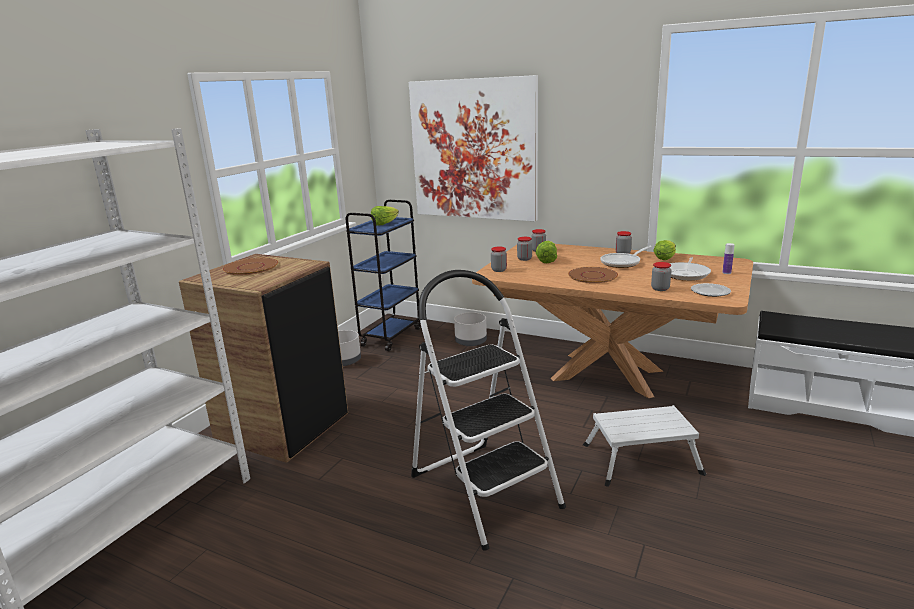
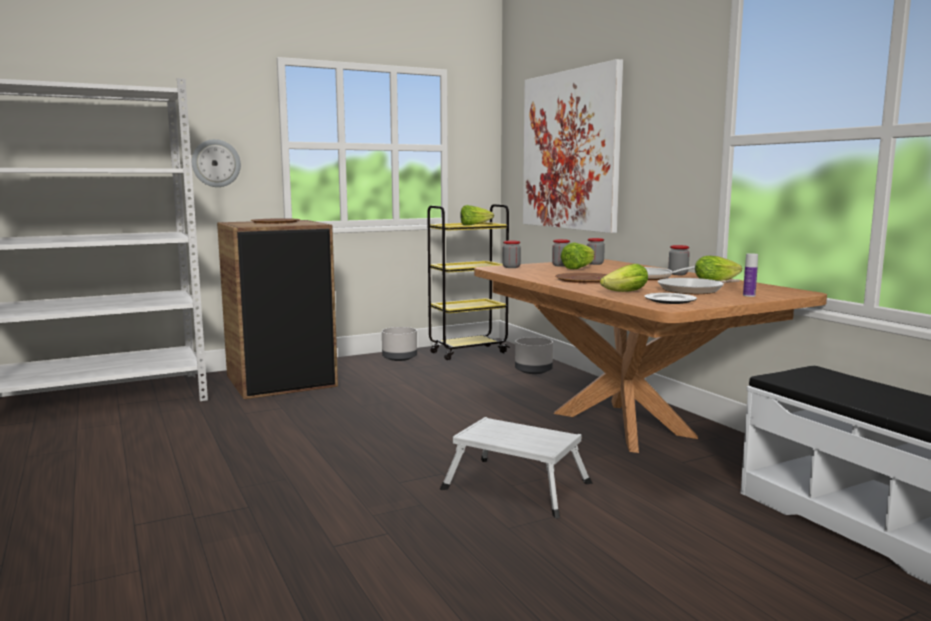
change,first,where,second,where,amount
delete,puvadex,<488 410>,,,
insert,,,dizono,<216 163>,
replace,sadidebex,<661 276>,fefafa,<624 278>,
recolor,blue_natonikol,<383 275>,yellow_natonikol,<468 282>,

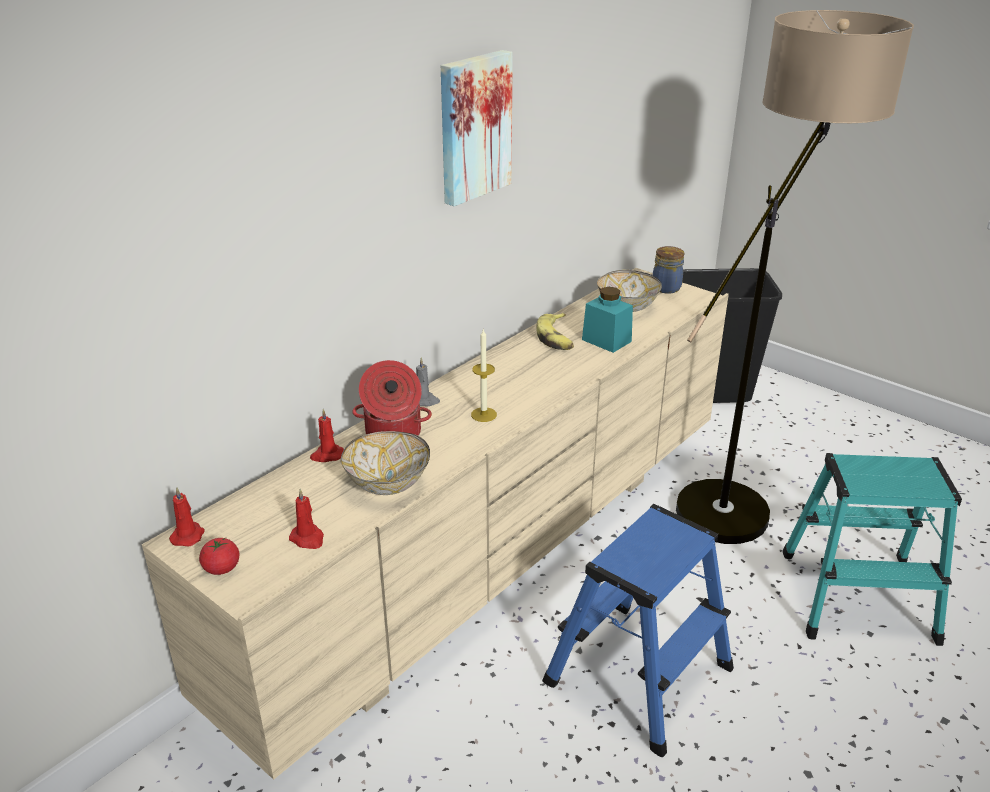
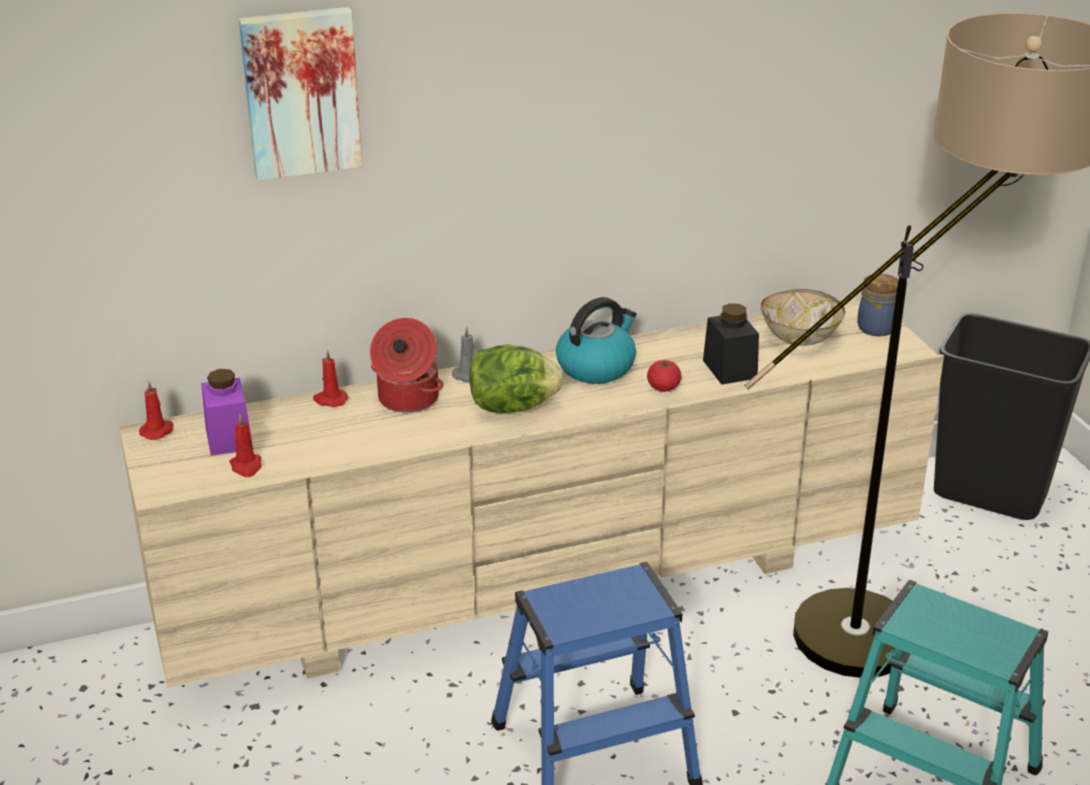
change,first,where,second,where,amount
delete,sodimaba,<385 463>,,,
delete,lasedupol,<555 331>,,,
insert,,,purple_sadidebex,<227 412>,
insert,,,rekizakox,<596 340>,
move,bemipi,<219 556>,,<664 376>,
move,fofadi,<477 128>,,<300 94>,
replace,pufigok,<484 375>,fefafa,<516 378>,
recolor,turquoise_sadidebex,<607 320>,black_sadidebex,<731 344>,

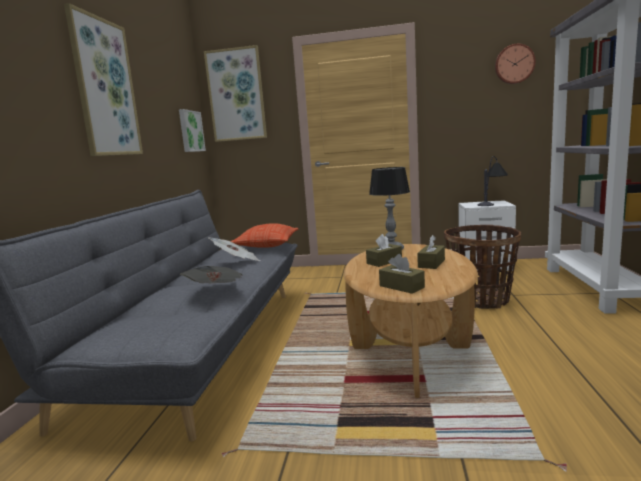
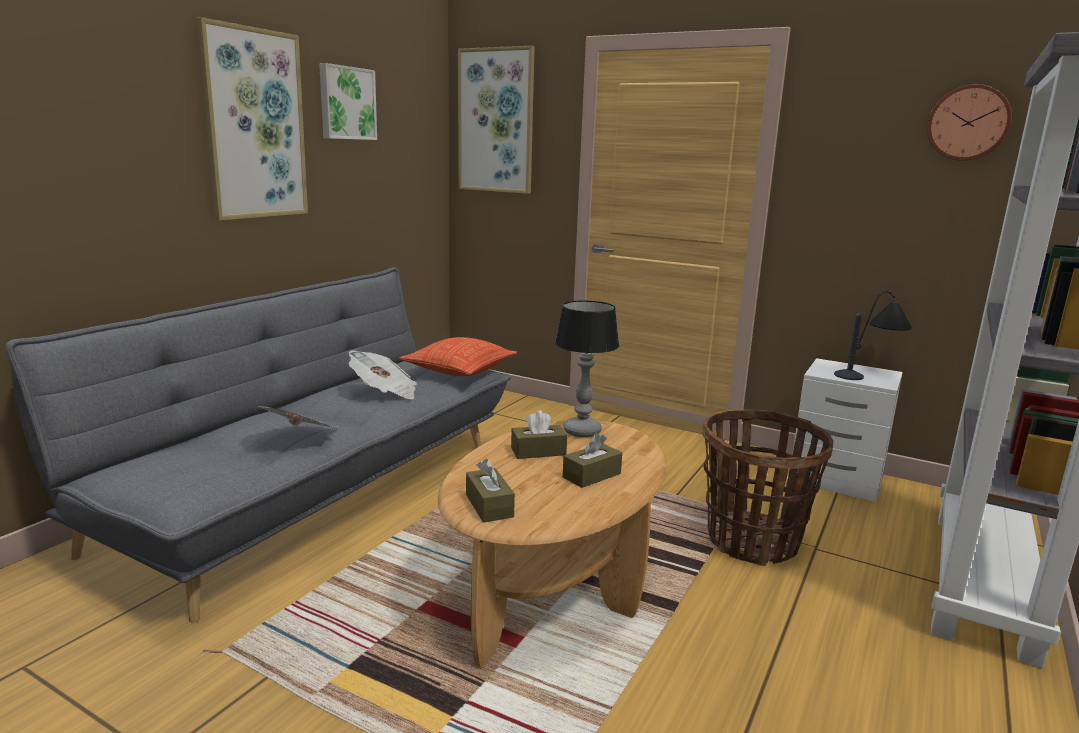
change,first,where,second,where,amount
move,fofadi,<192 130>,,<348 101>,

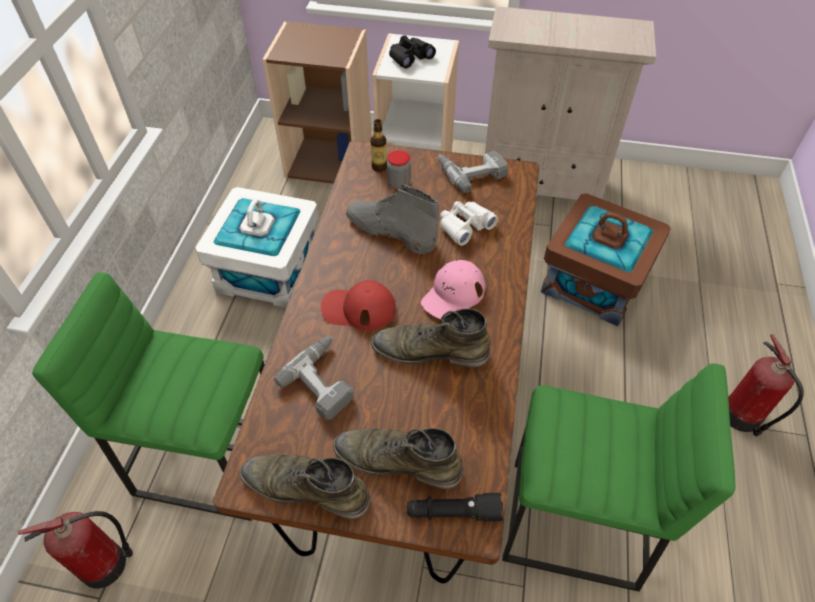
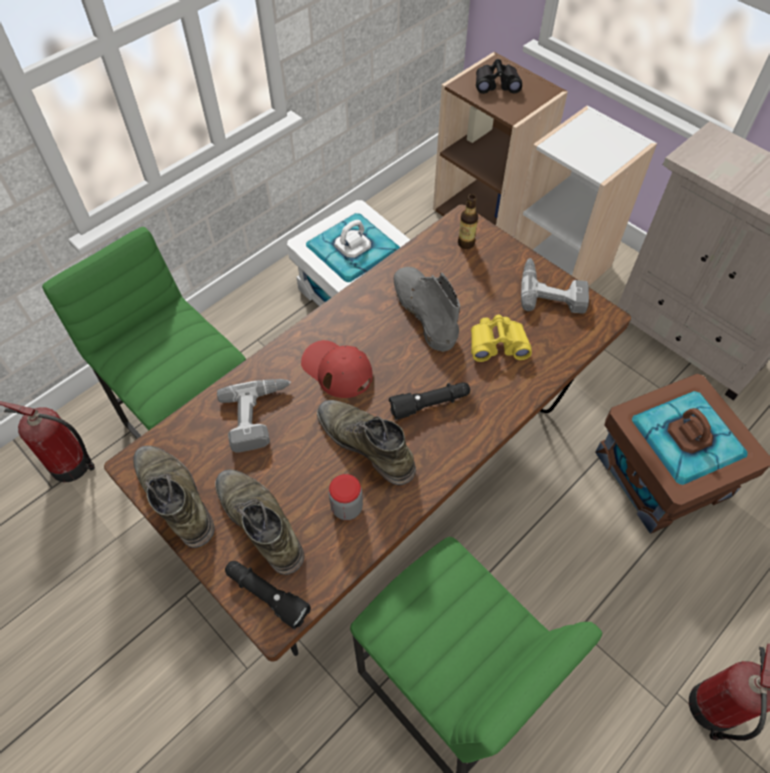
change,first,where,second,where,amount
move,sadidebex,<399 169>,,<346 497>,
move,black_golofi,<412 52>,,<499 76>,
replace,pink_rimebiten,<453 289>,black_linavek,<429 401>,
recolor,white_golofi,<469 223>,yellow_golofi,<501 338>,

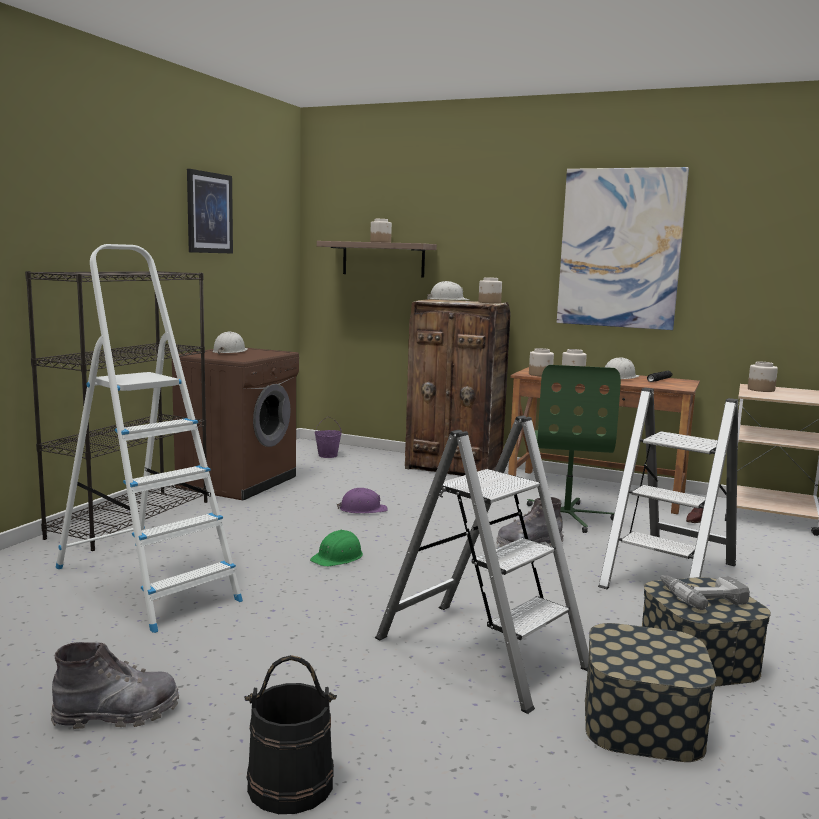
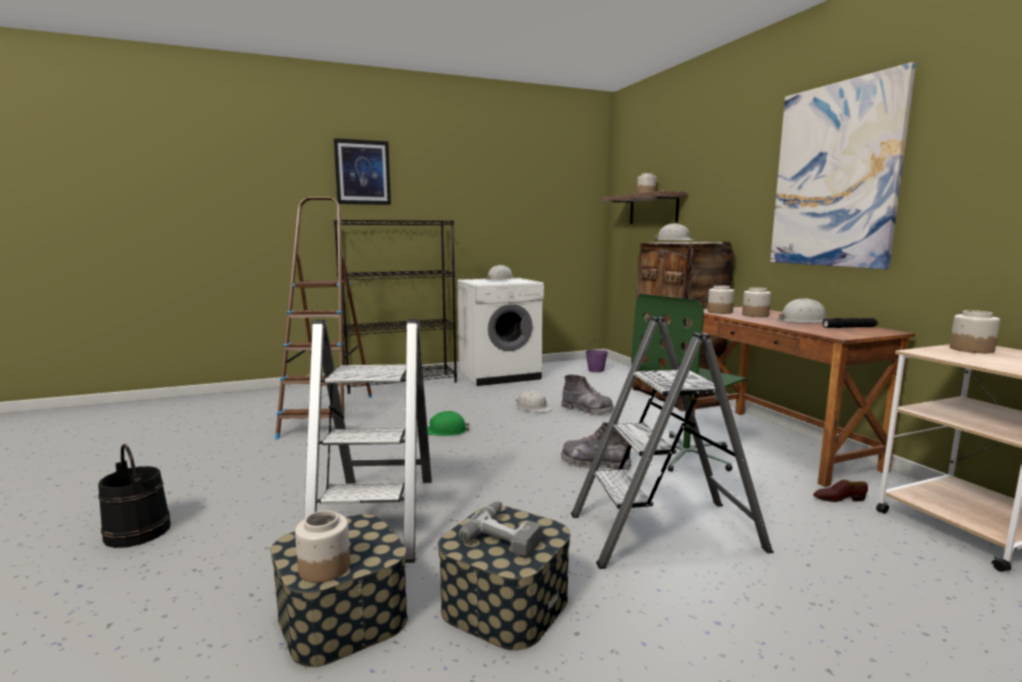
change,first,where,second,where,amount
move,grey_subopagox,<115 685>,,<587 395>,
move,fofadi,<210 211>,,<362 171>,
move,sadidebex,<490 290>,,<323 546>,
recolor,white_puvadex,<149 438>,brown_puvadex,<323 317>,
recolor,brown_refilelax,<235 424>,white_refilelax,<500 332>,
recolor,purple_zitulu,<362 500>,white_zitulu,<534 401>,

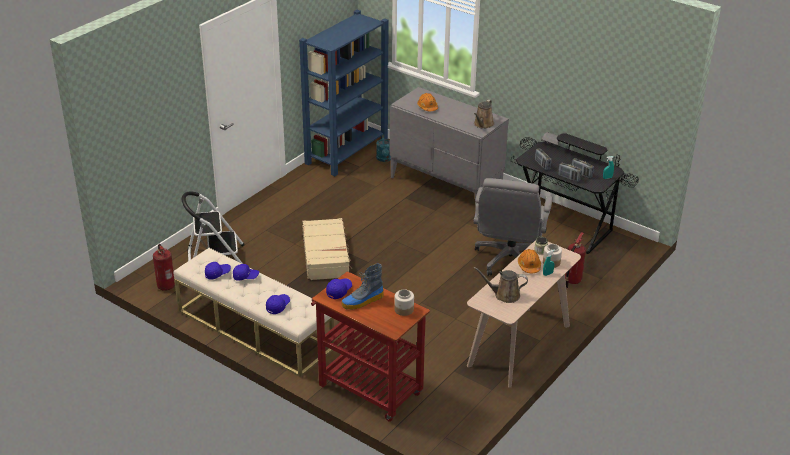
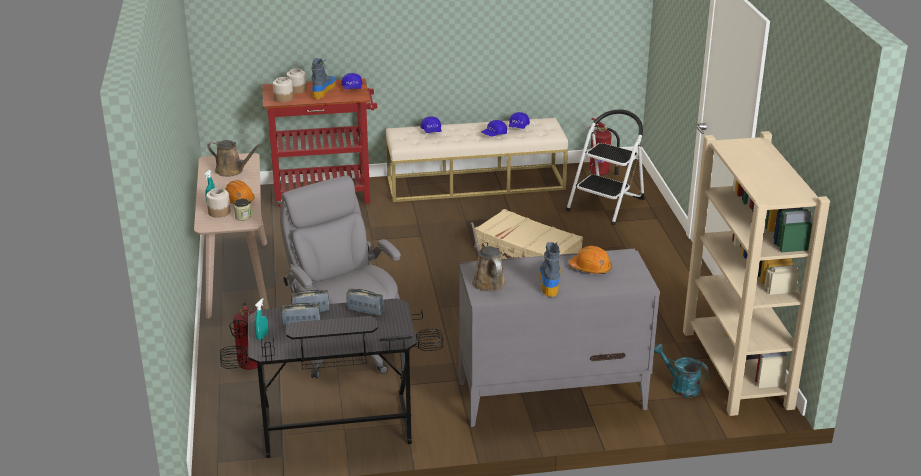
change,first,where,second,where,amount
insert,,,sadidebex,<297 81>,
insert,,,subopagox,<550 269>,
recolor,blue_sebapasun,<344 93>,beige_sebapasun,<756 273>,
rotate,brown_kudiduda,<501 285>,,<234 158>,60 degrees clockwise

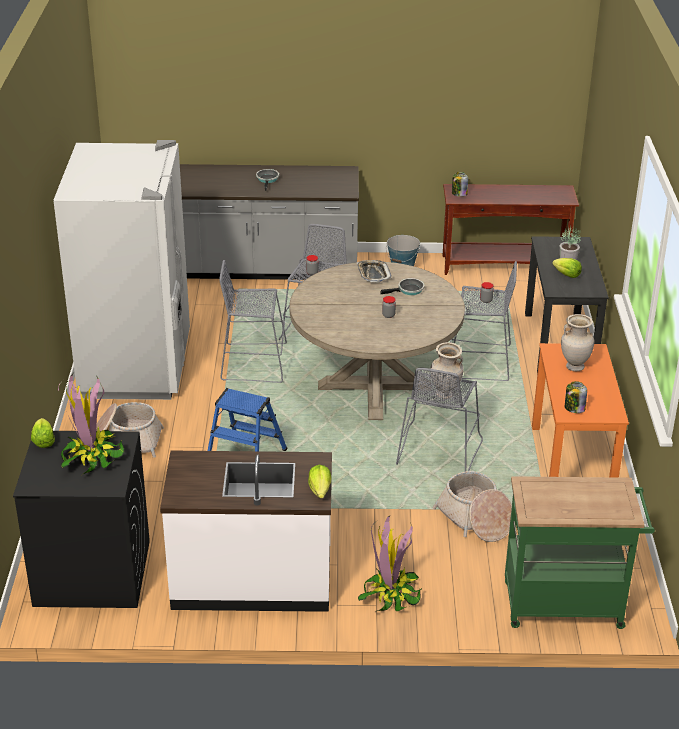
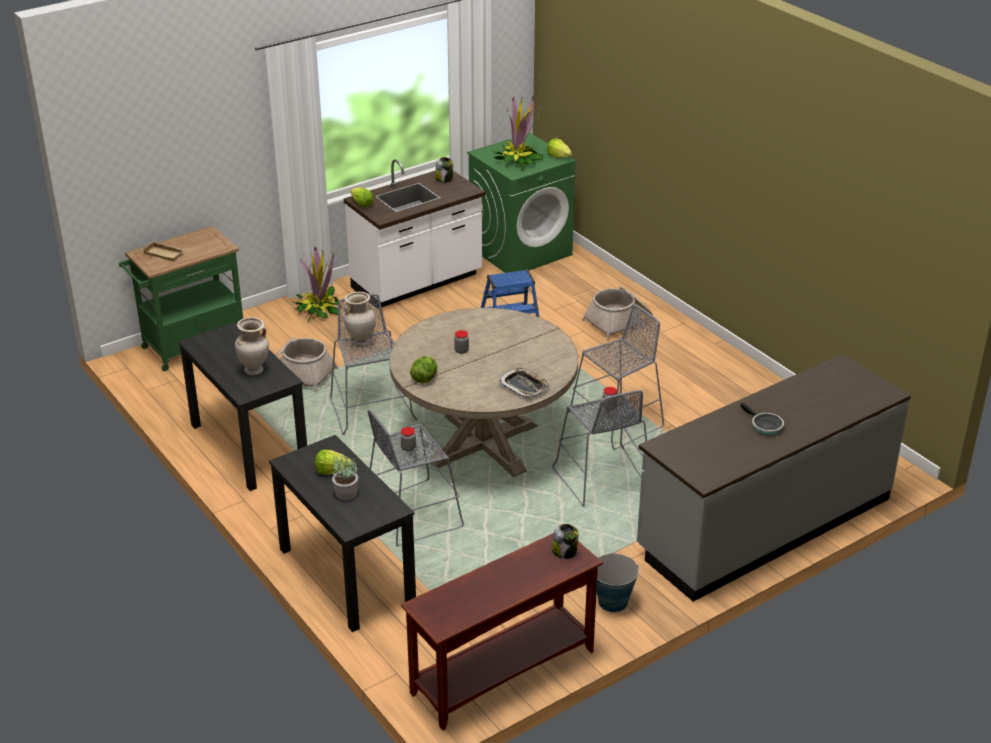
change,first,where,second,where,amount
delete,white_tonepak,<121 270>,,,
delete,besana,<402 286>,,,
insert,,,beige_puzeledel,<162 251>,
insert,,,fefafa,<423 370>,
move,sadidebex,<576 397>,,<444 170>,
recolor,black_refilelax,<81 519>,green_refilelax,<521 203>,
recolor,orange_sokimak,<580 410>,black_sokimak,<242 406>,

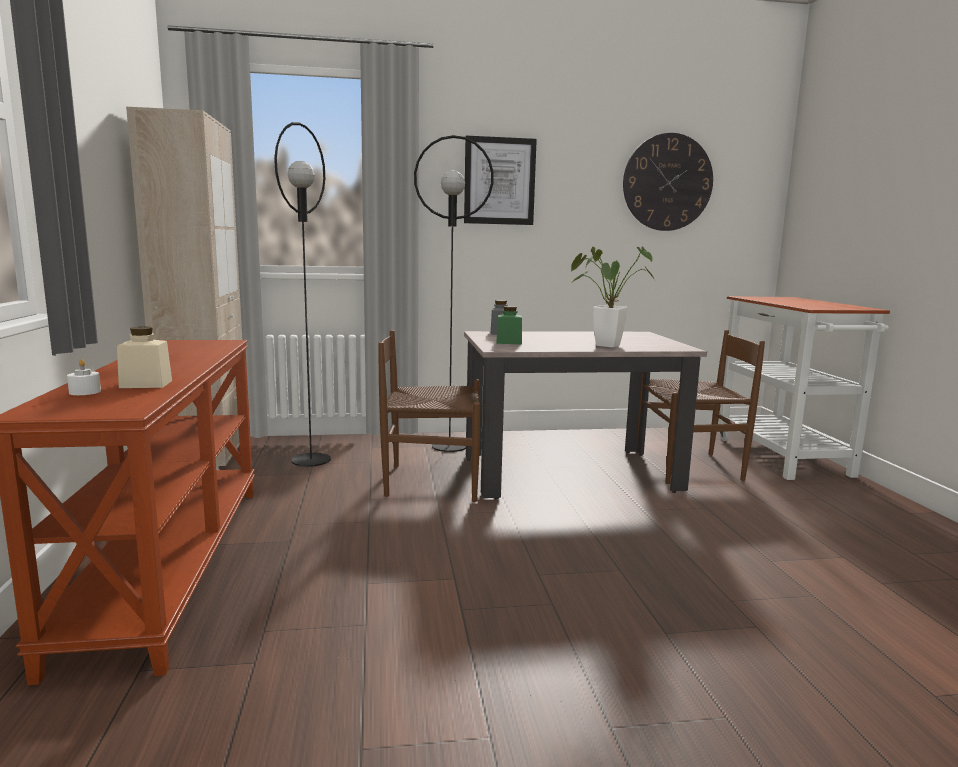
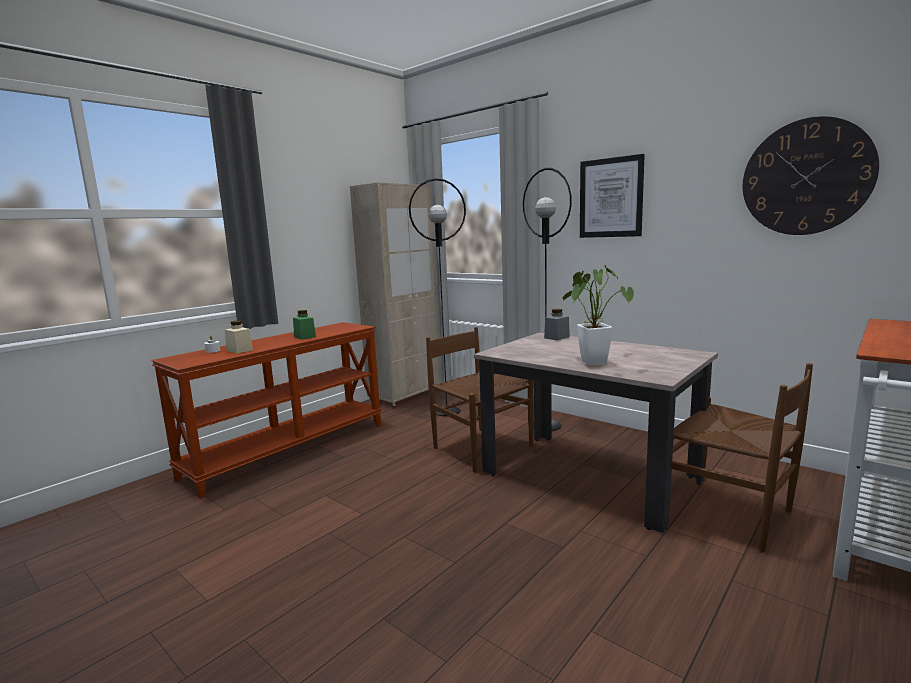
change,first,where,second,where,amount
move,green_sadidebex,<509 325>,,<304 325>,

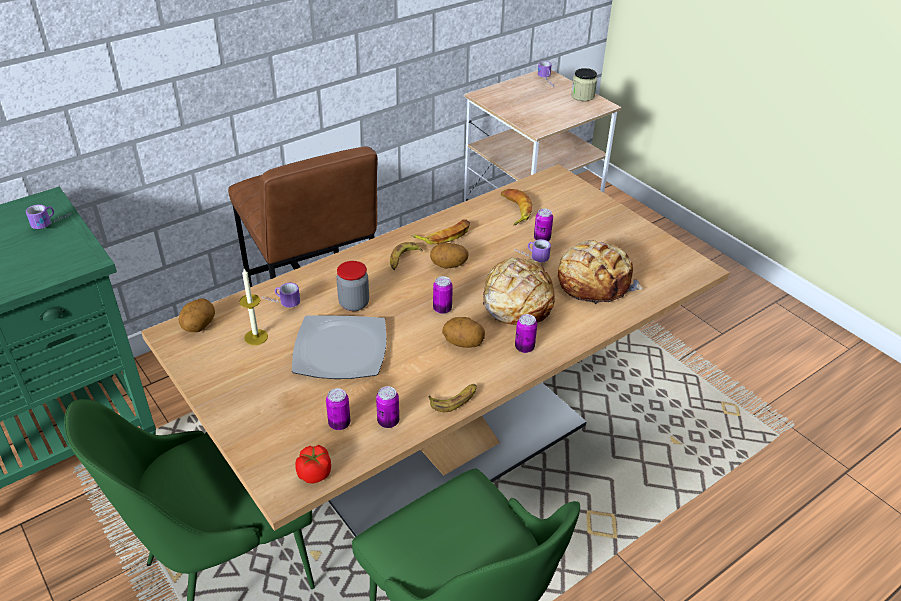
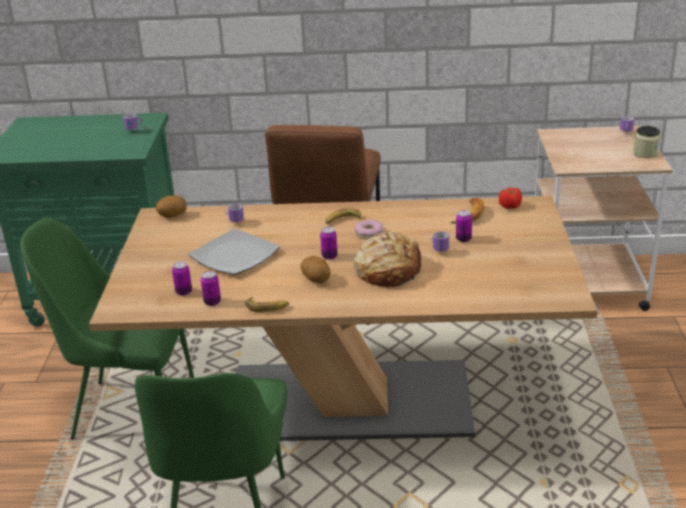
change,first,where,second,where,amount
delete,pufigok,<253 307>,,,
delete,sadidebex,<352 286>,,,
delete,lasedupol,<440 231>,,,
delete,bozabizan,<526 333>,,,
delete,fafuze,<600 272>,,,
move,bemipi,<313 464>,,<510 198>,
replace,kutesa,<449 255>,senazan,<369 230>,

